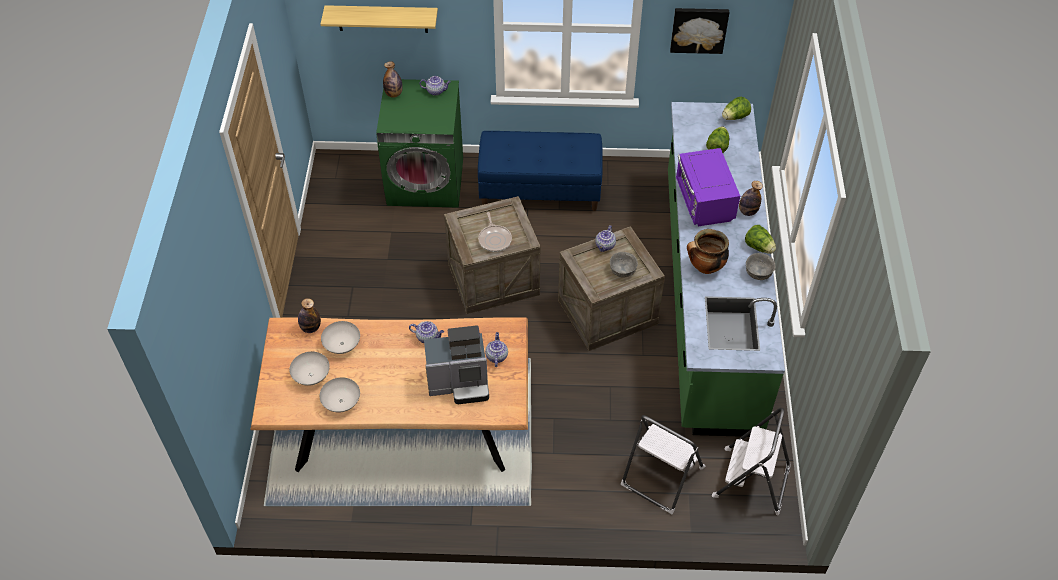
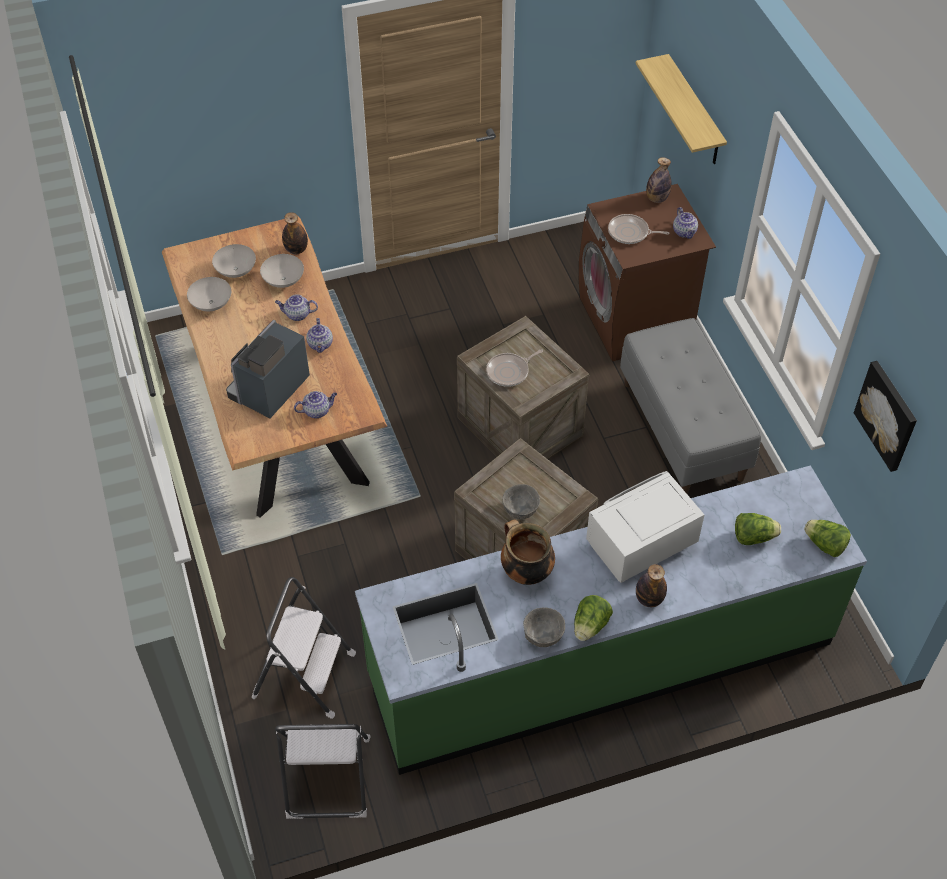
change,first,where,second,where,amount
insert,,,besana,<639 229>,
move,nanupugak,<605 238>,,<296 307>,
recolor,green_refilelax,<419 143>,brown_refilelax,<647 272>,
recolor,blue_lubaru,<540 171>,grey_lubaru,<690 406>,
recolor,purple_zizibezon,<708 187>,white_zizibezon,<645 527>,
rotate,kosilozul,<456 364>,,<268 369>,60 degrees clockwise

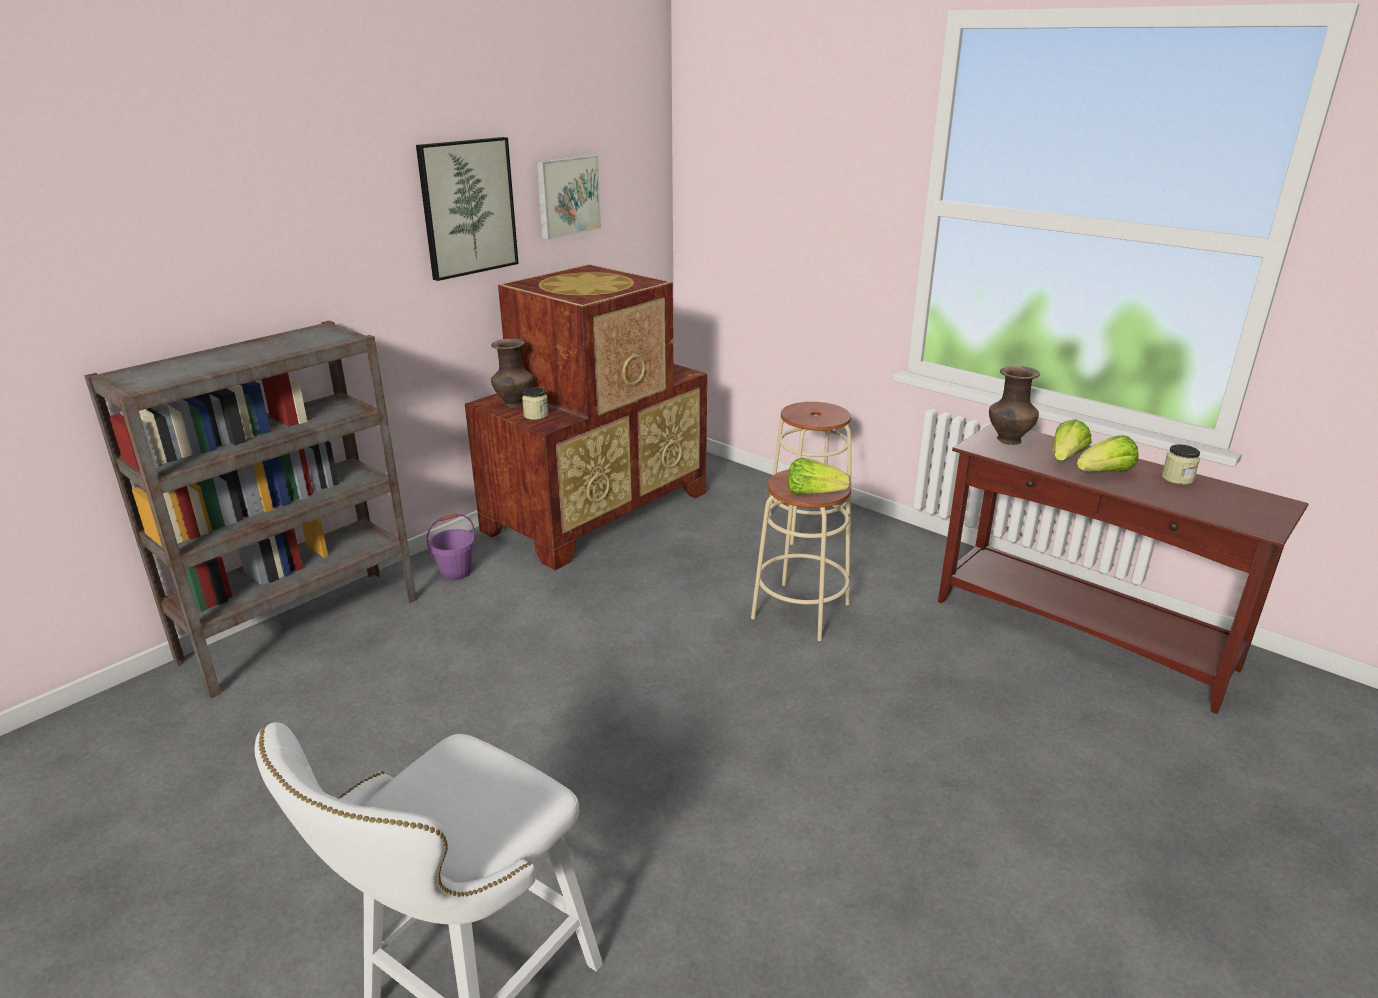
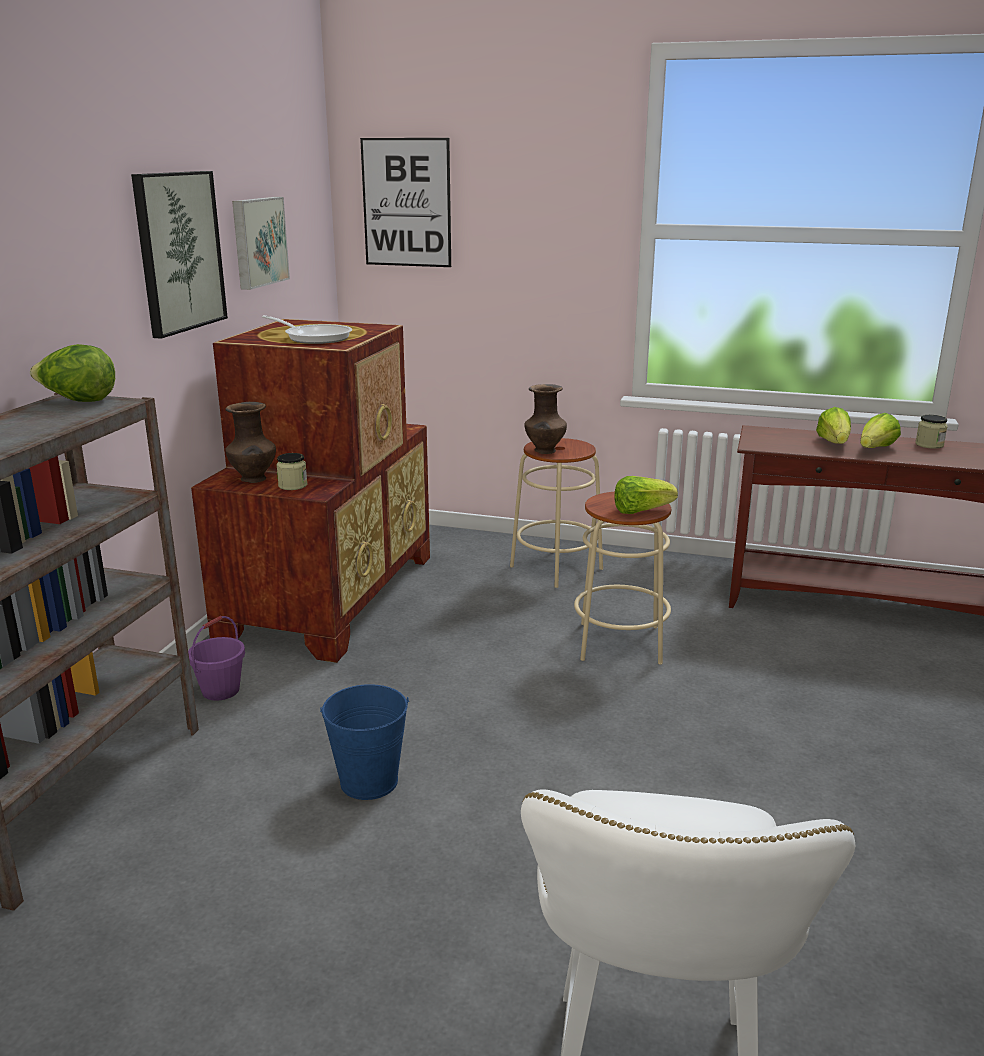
change,first,where,second,where,amount
insert,,,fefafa,<72 373>,
insert,,,besana,<307 329>,
insert,,,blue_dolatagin,<364 742>,
insert,,,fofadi,<405 202>,
move,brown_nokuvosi,<1014 405>,,<545 419>,

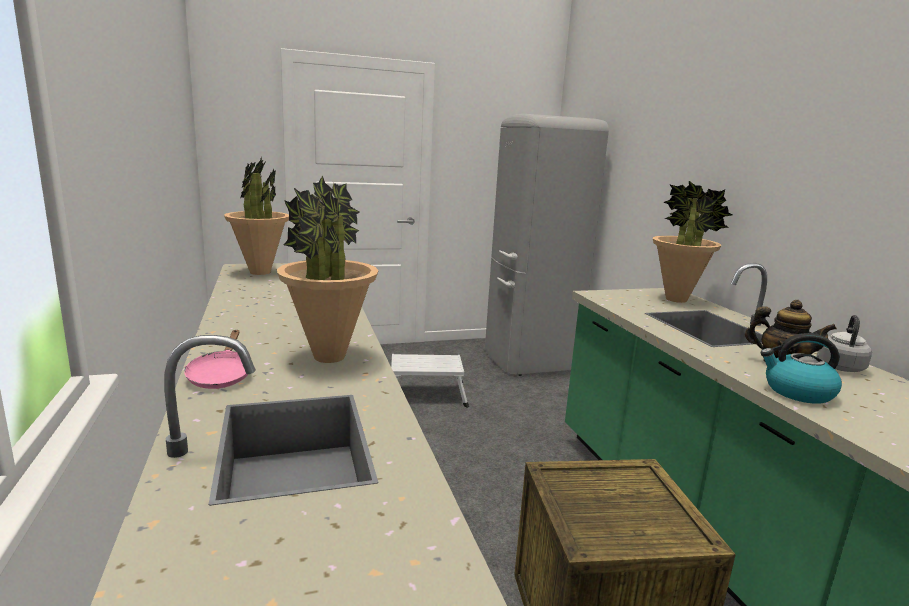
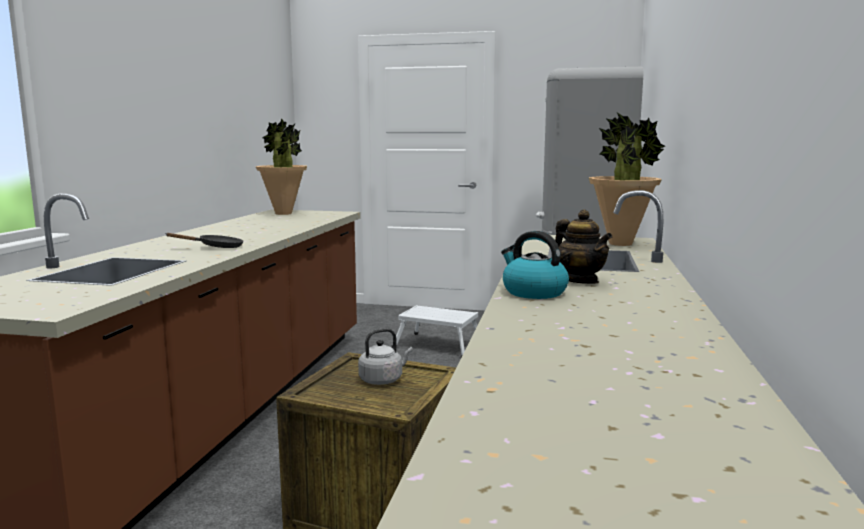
change,first,where,second,where,amount
delete,pink_besana,<216 359>,,,
move,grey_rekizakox,<844 343>,,<385 356>,
replace,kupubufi,<328 269>,black_besana,<204 240>,

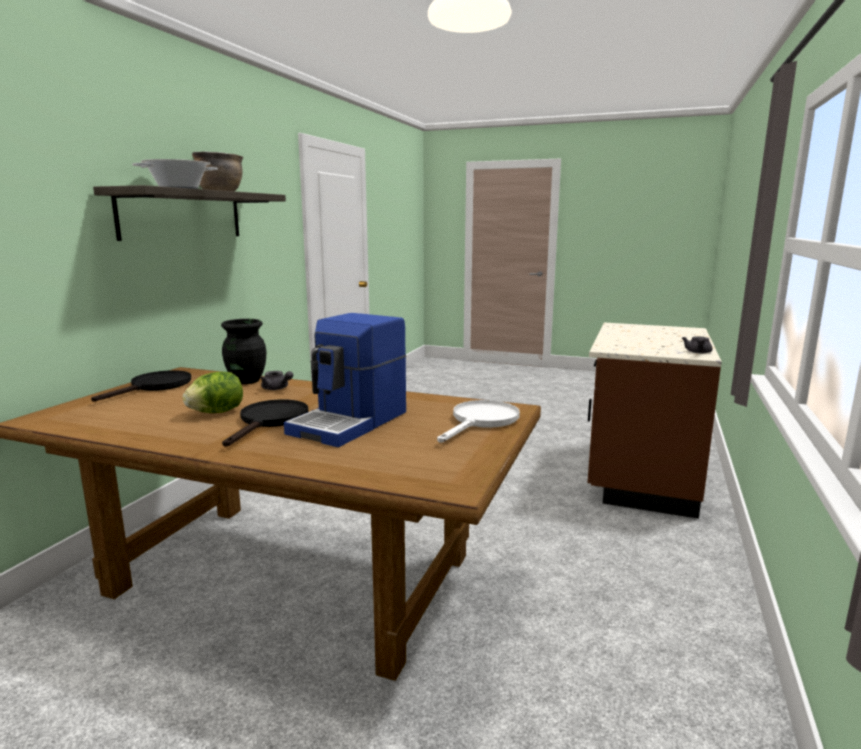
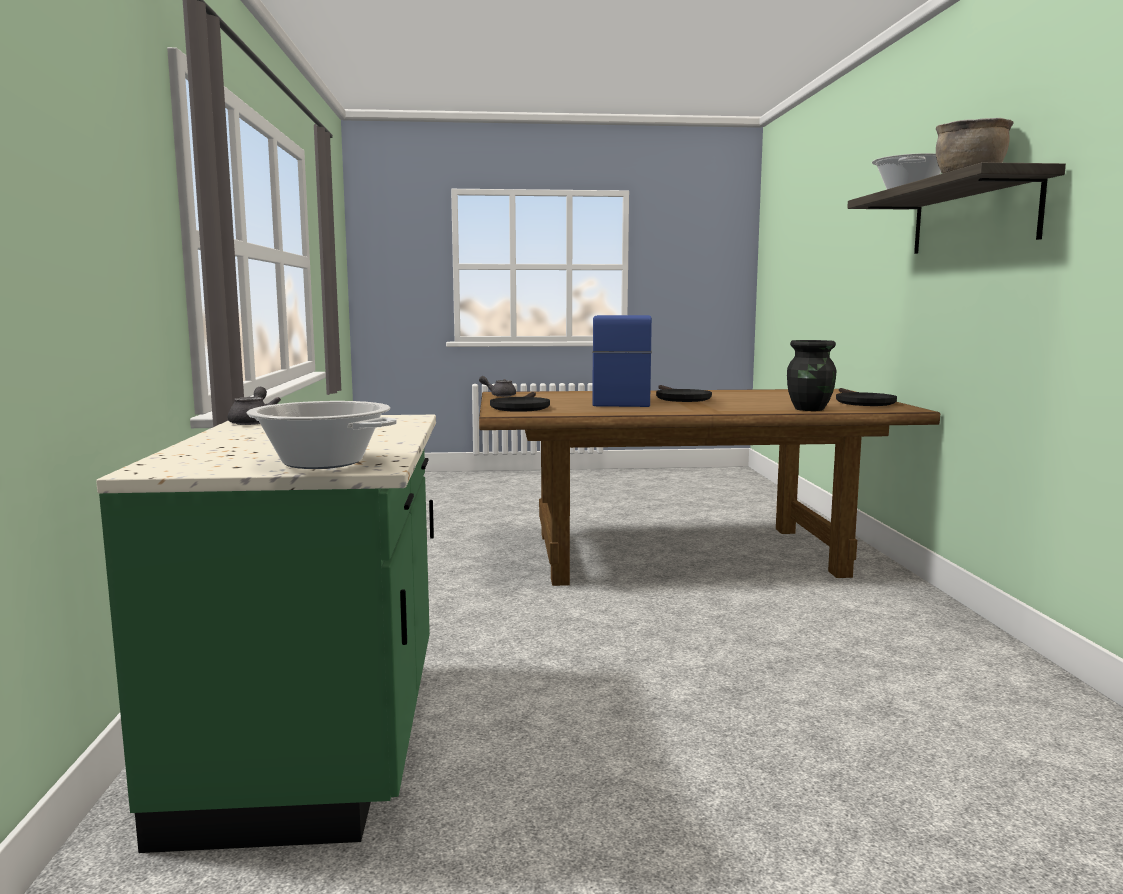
change,first,where,second,where,amount
delete,fefafa,<213 392>,,,
insert,,,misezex,<322 435>,
move,grey_nanupugak,<276 380>,,<497 386>,
recolor,white_besana,<478 421>,black_besana,<520 402>,
recolor,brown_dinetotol,<654 421>,green_dinetotol,<266 634>,

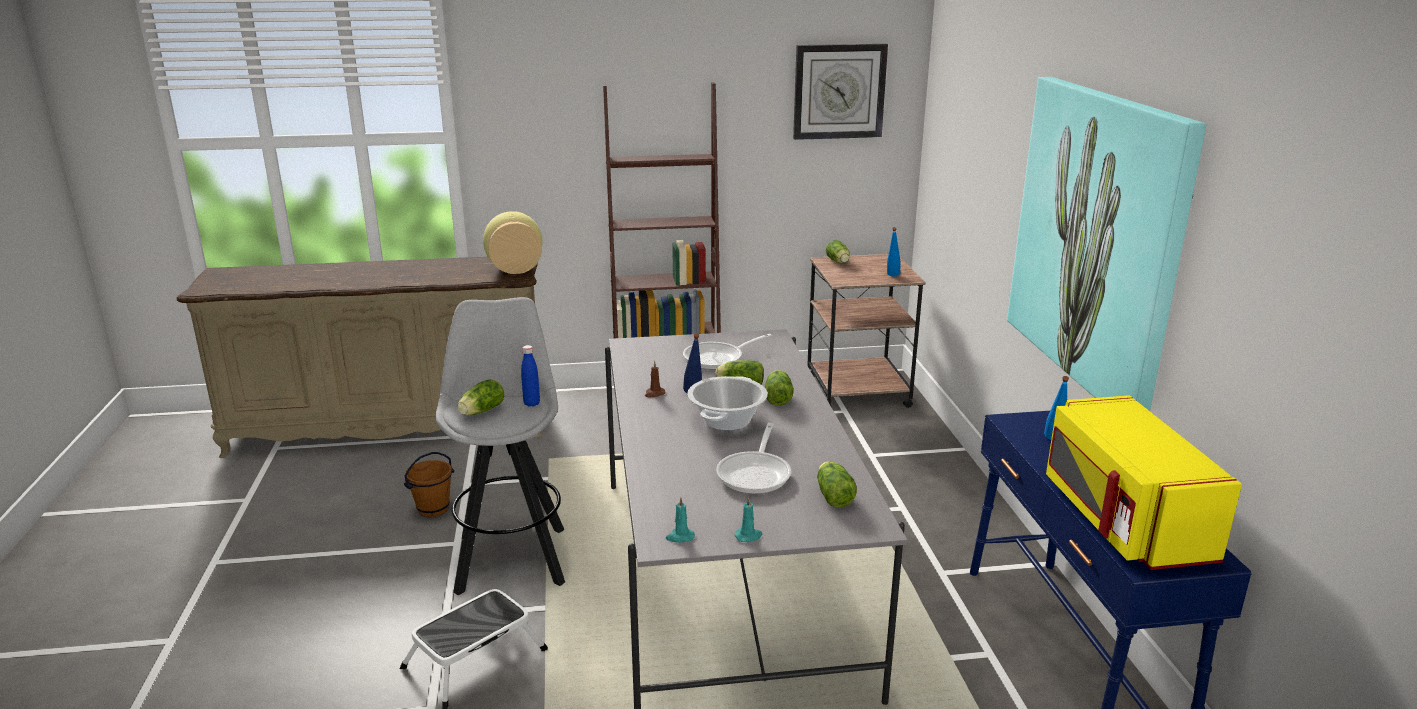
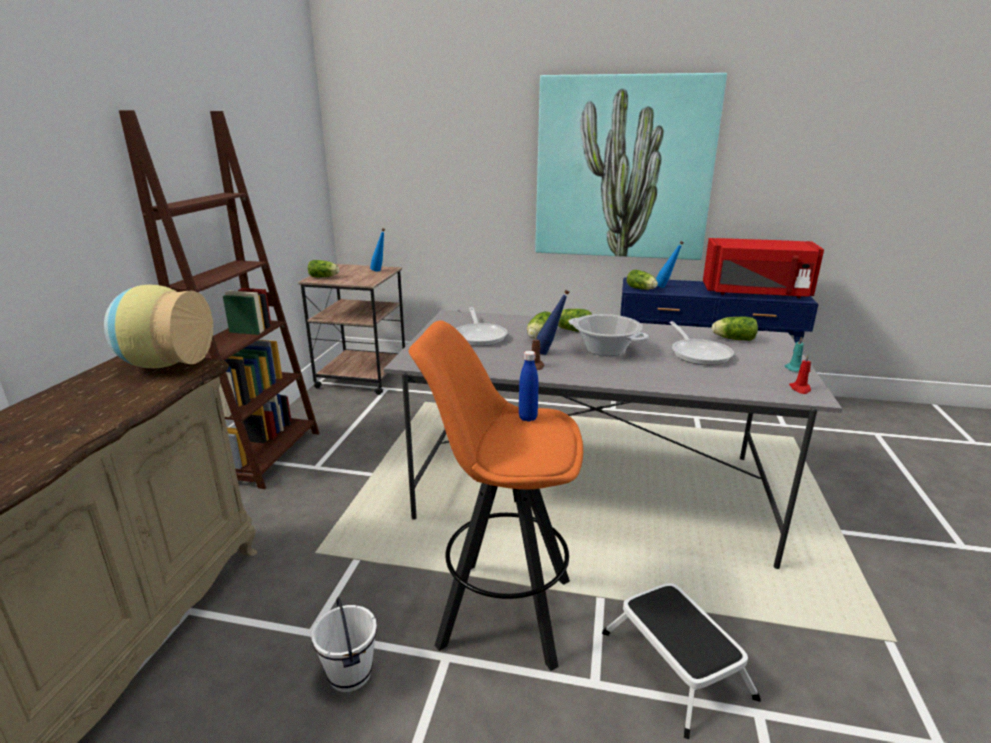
change,first,where,second,where,amount
delete,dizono,<840 92>,,,
move,fefafa,<480 397>,,<642 279>,
recolor,brown_dolatagin,<429 484>,white_dolatagin,<344 644>,
recolor,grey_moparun,<500 446>,orange_moparun,<495 495>,
recolor,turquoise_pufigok,<680 520>,red_pufigok,<800 374>,
recolor,yellow_zizibezon,<1144 482>,red_zizibezon,<763 268>,
rotate,besana,<753 458>,,<701 343>,45 degrees clockwise

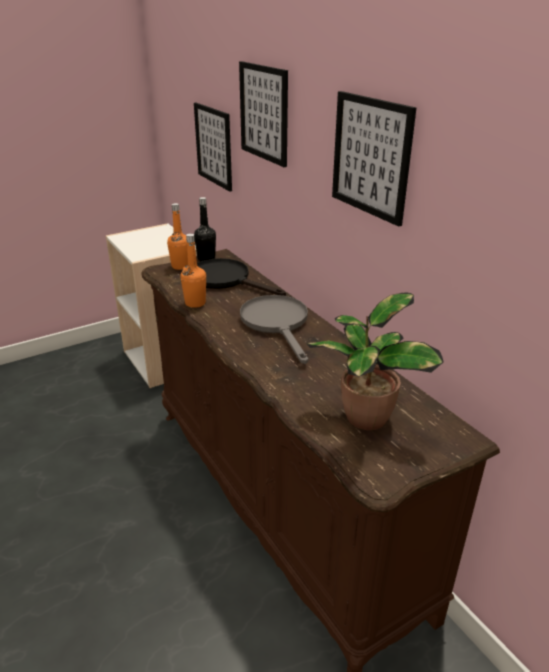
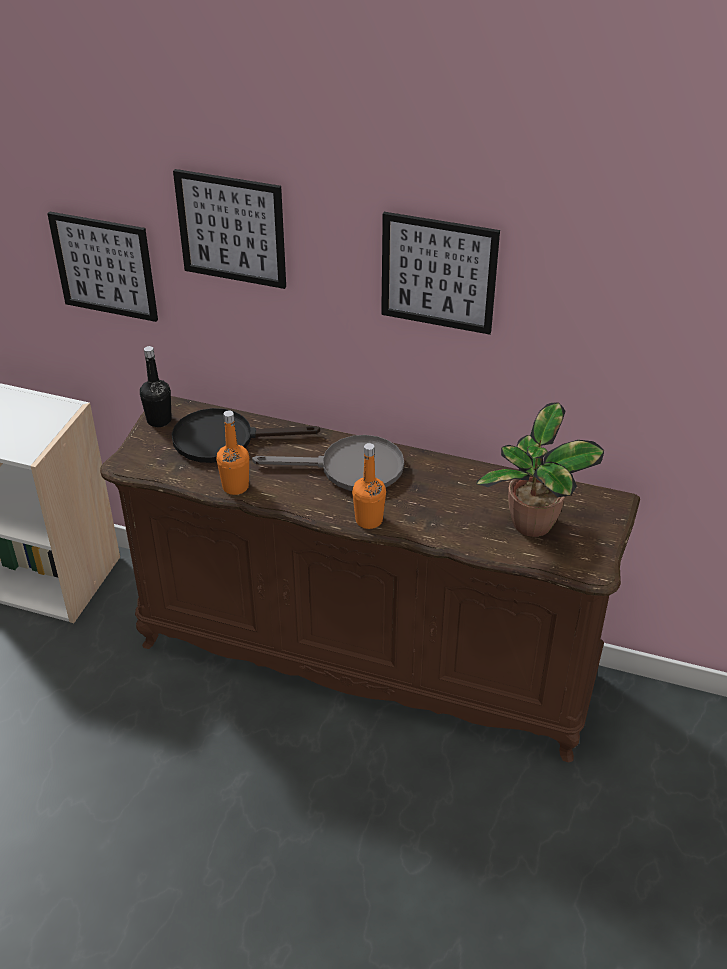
change,first,where,second,where,amount
move,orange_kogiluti,<177 236>,,<369 486>,
rotate,grey_besana,<274 329>,,<328 463>,150 degrees clockwise

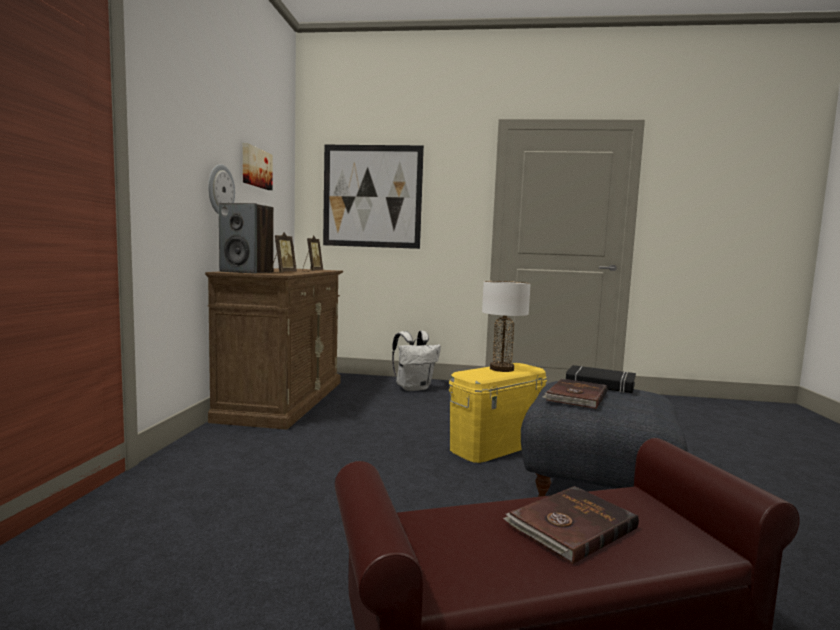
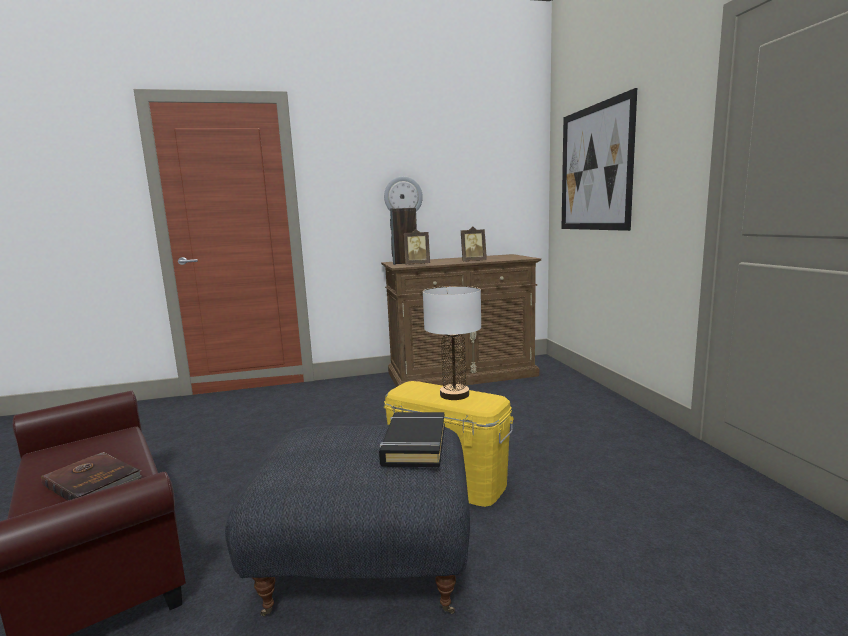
change,first,where,second,where,amount
delete,fofadi,<258 166>,,,
delete,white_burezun,<416 361>,,,
delete,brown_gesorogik,<574 393>,,,

